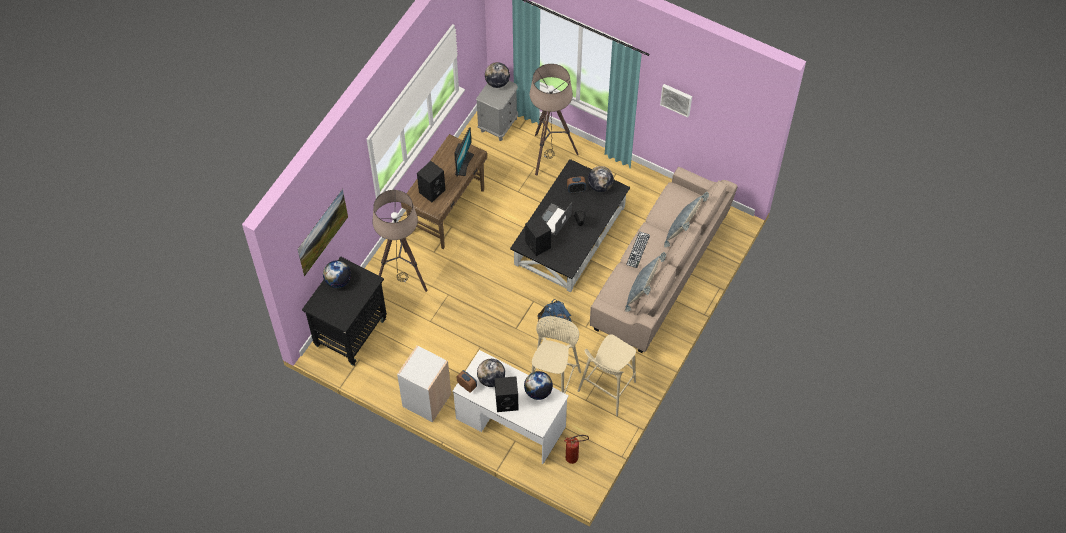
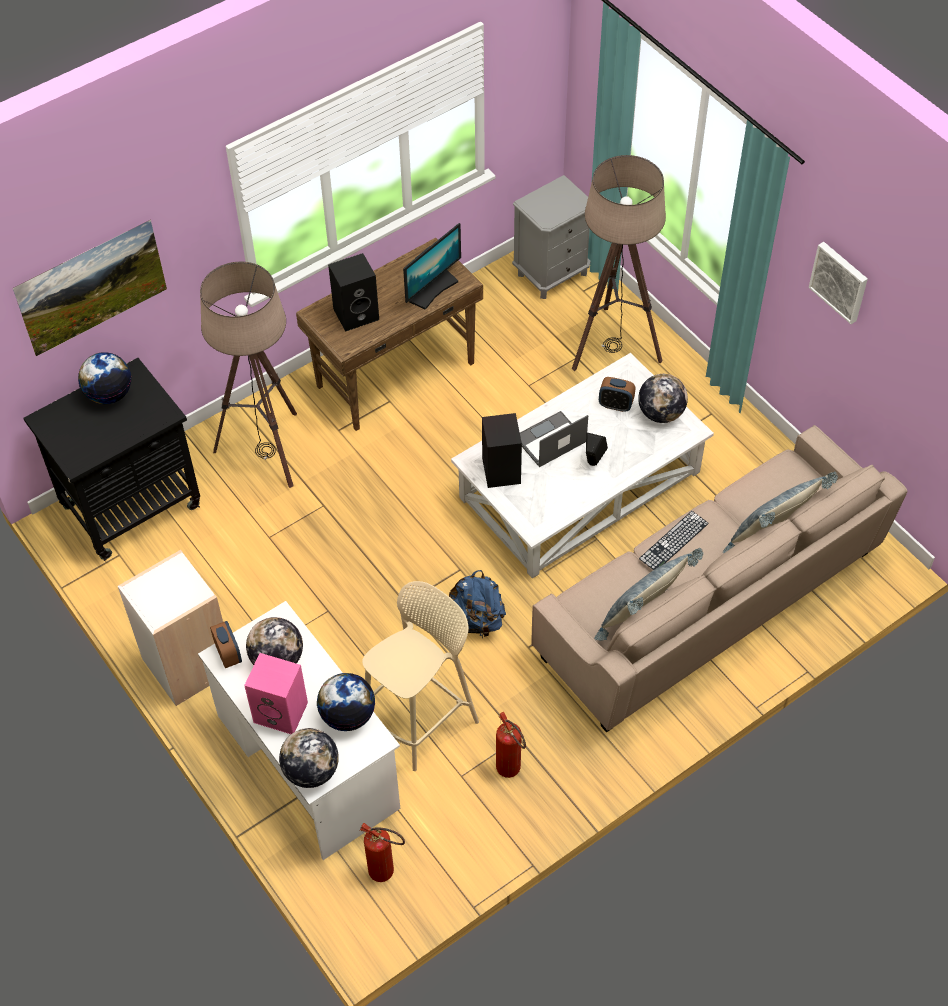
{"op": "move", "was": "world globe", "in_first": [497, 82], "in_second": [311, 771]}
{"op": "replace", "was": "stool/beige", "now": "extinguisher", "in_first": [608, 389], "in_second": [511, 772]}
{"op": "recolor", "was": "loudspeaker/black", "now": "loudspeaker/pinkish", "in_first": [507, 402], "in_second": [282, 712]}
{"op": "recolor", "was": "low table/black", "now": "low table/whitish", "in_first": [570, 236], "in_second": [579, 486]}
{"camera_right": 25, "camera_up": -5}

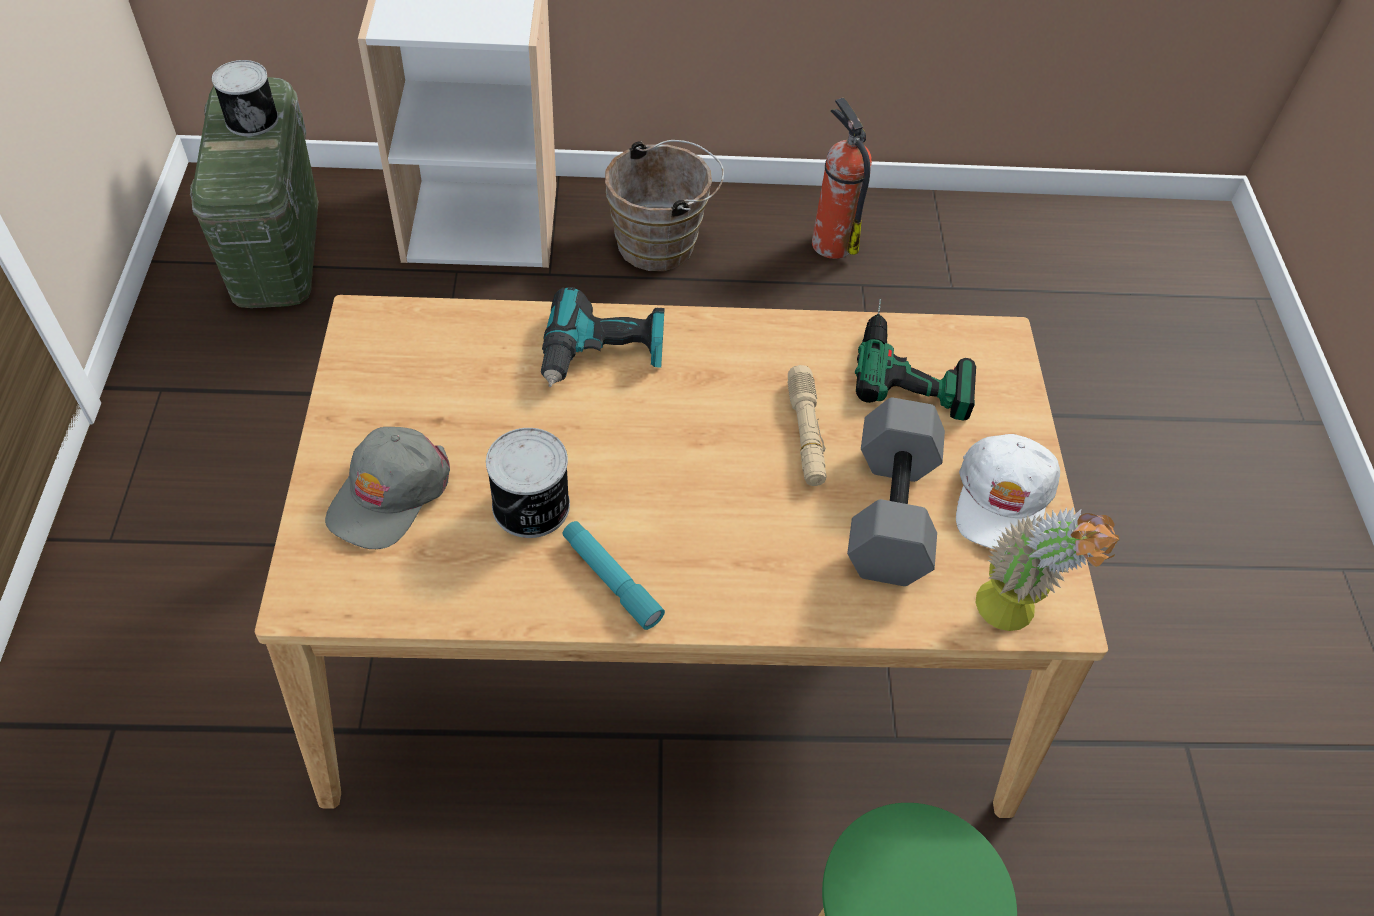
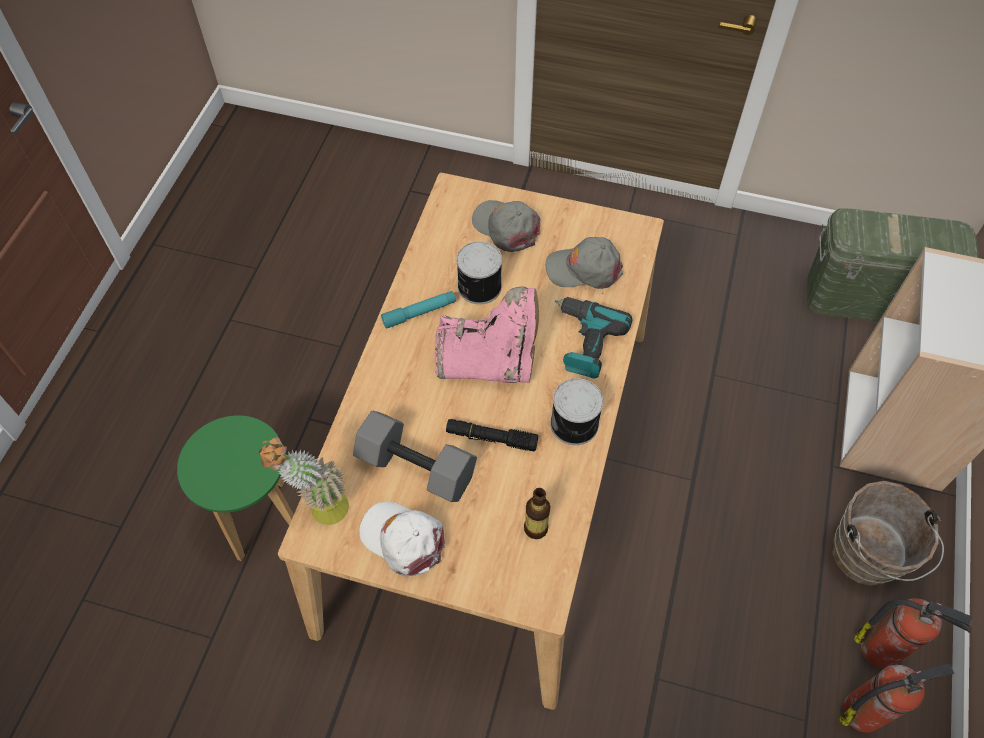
{"op": "insert", "now": "boot/pinkish", "in_second": [490, 364]}
{"op": "insert", "now": "peaked cap/gray", "in_second": [584, 269]}
{"op": "insert", "now": "extinguisher", "in_second": [882, 650]}
{"op": "move", "was": "sealed can", "in_first": [252, 119], "in_second": [575, 424]}
{"op": "replace", "was": "electric drill", "now": "drink bottle", "in_first": [913, 362], "in_second": [535, 528]}
{"op": "recolor", "was": "flashlight/beige", "now": "flashlight/black", "in_first": [805, 433], "in_second": [491, 438]}
{"camera_right": 110, "camera_up": 5}

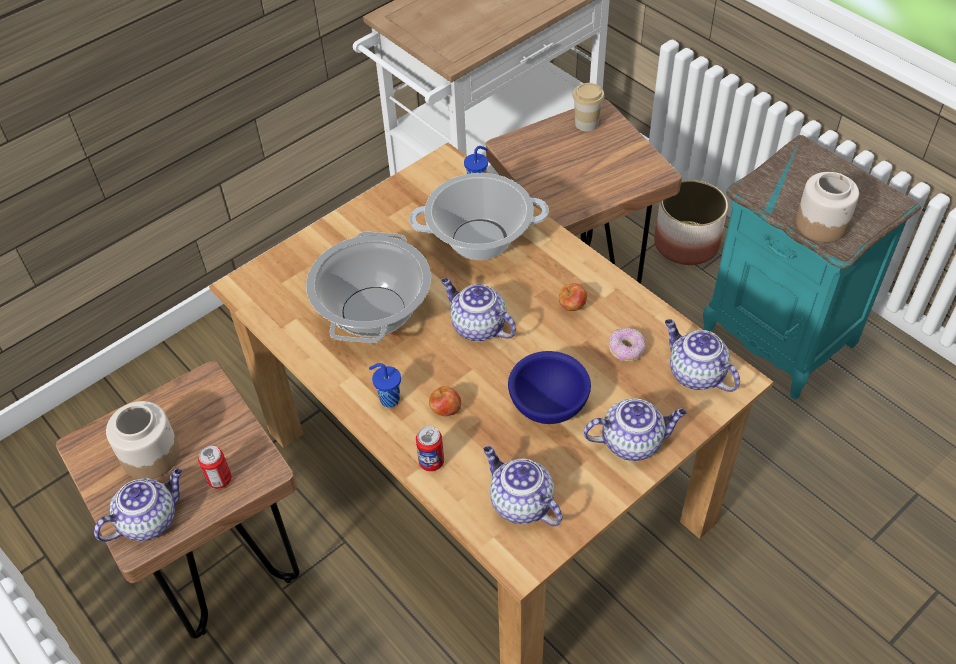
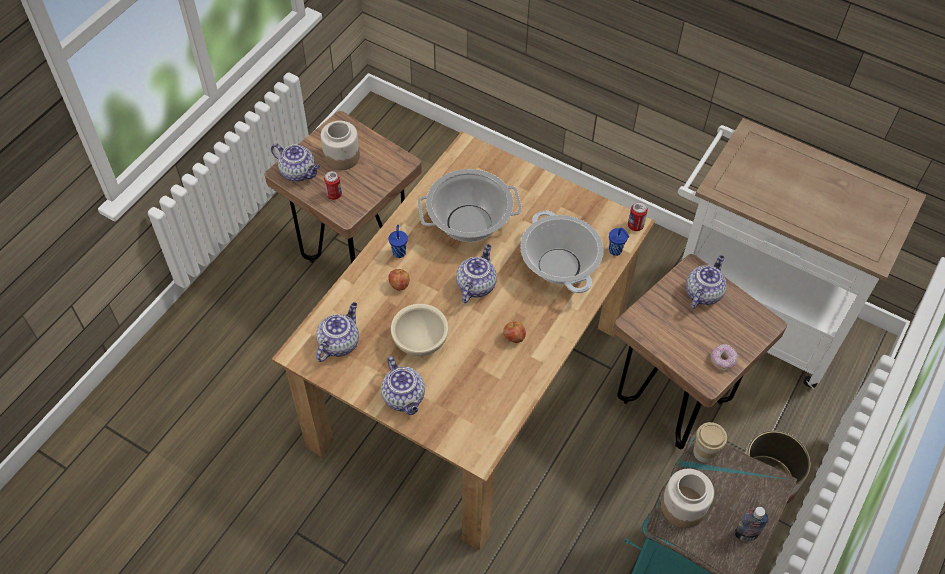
{"op": "insert", "now": "drink bottle", "in_second": [746, 534]}
{"op": "move", "was": "sealed can", "in_first": [431, 462], "in_second": [635, 226]}
{"op": "move", "was": "drinking cup", "in_first": [586, 123], "in_second": [704, 452]}
{"op": "move", "was": "ring doughnut", "in_first": [626, 350], "in_second": [722, 360]}
{"op": "move", "was": "teapot", "in_first": [695, 373], "in_second": [703, 293]}
{"op": "recolor", "was": "deep dish/blue", "now": "deep dish/beige", "in_first": [549, 407], "in_second": [419, 342]}
{"camera_right": 70, "camera_up": 5}

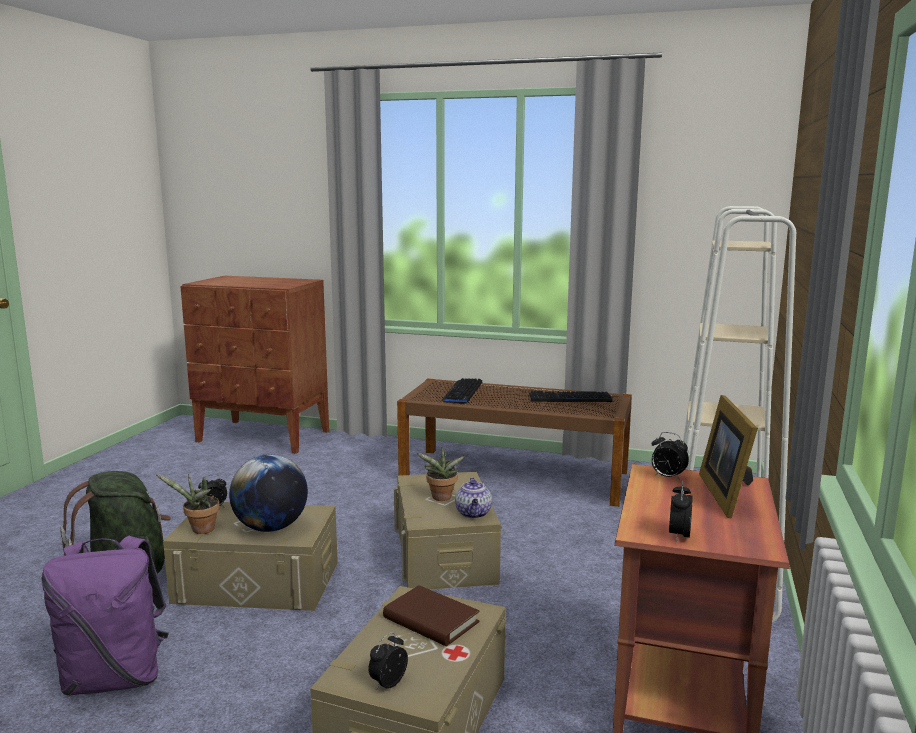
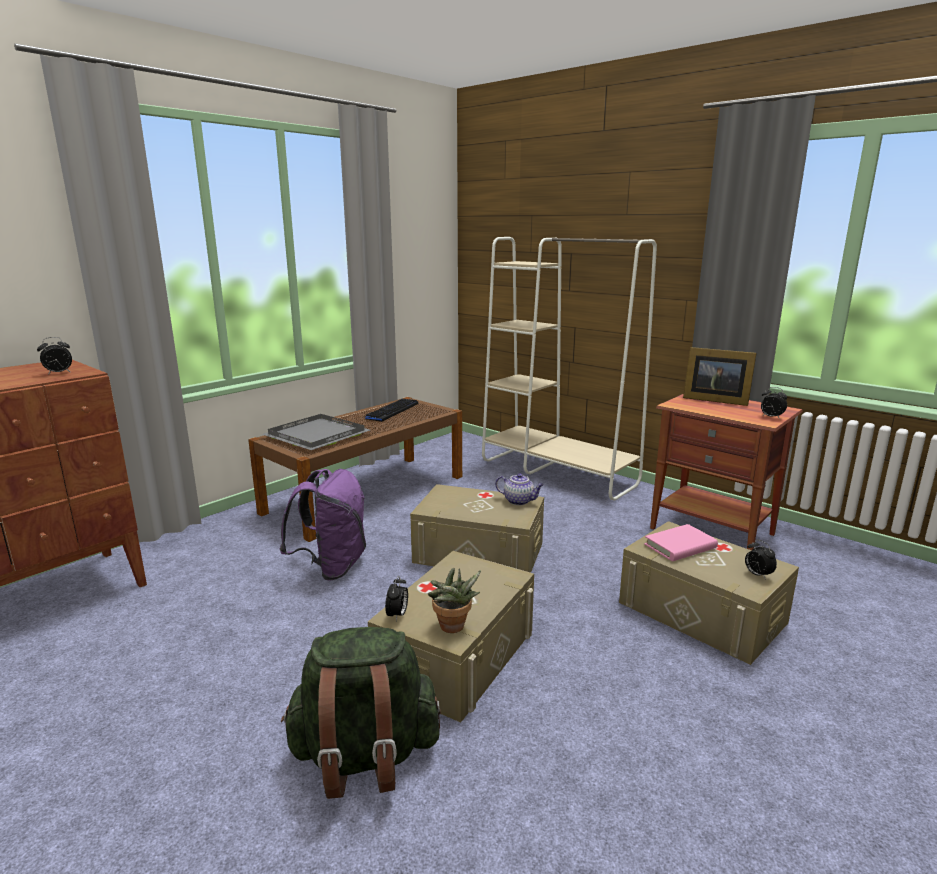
{"op": "delete", "was": "world globe", "in_first": [271, 528]}
{"op": "delete", "was": "potted plant", "in_first": [441, 498]}
{"op": "move", "was": "knapsack/purple-coloured", "in_first": [115, 678], "in_second": [332, 567]}
{"op": "move", "was": "bedside clock", "in_first": [667, 477], "in_second": [59, 373]}
{"op": "replace", "was": "PC keyboard", "now": "carrying tray/gray", "in_first": [462, 392], "in_second": [319, 435]}
{"op": "recolor", "was": "book/brown", "now": "book/pinkish", "in_first": [431, 620], "in_second": [680, 546]}
{"camera_right": -65, "camera_up": 5}

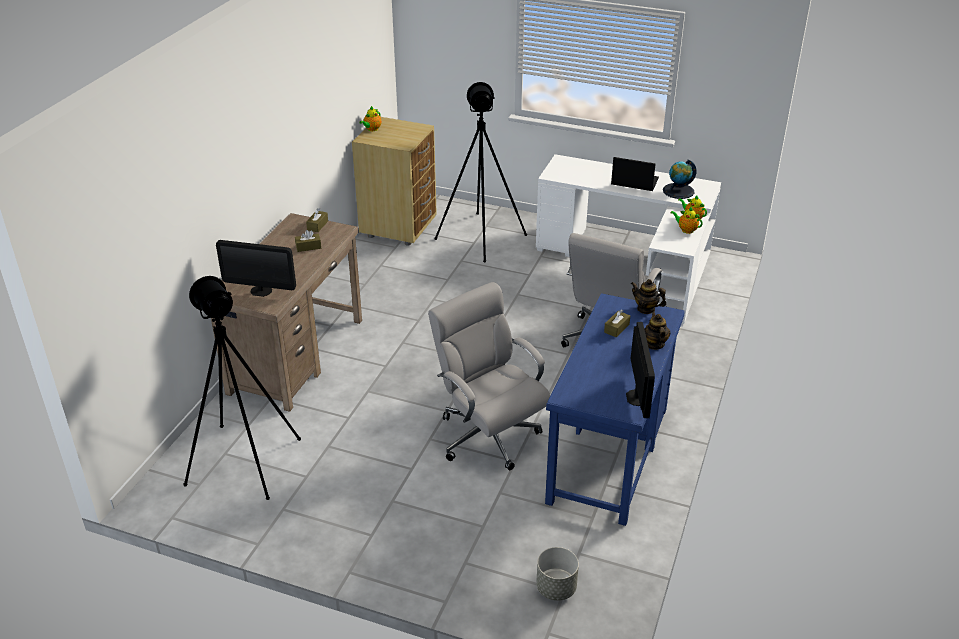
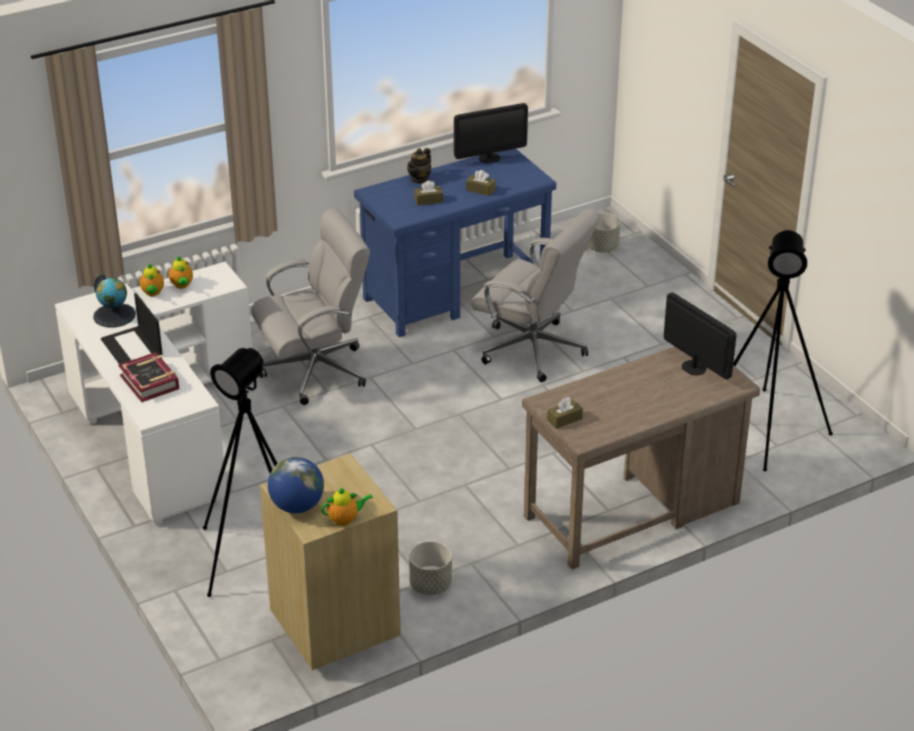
{"op": "delete", "was": "teapot", "in_first": [646, 309]}
{"op": "insert", "now": "book", "in_second": [150, 382]}
{"op": "insert", "now": "world globe", "in_second": [297, 506]}
{"op": "insert", "now": "planter/gray", "in_second": [431, 585]}
{"op": "move", "was": "tissue holder/brown", "in_first": [308, 247], "in_second": [480, 190]}
{"op": "rotate", "was": "office chair/gray", "in_first": [488, 436], "in_second": [532, 349], "clockwise": -60}
{"op": "rotate", "was": "computer display", "in_first": [636, 397], "in_second": [489, 158], "clockwise": -150}
{"camera_right": -140, "camera_up": 0}

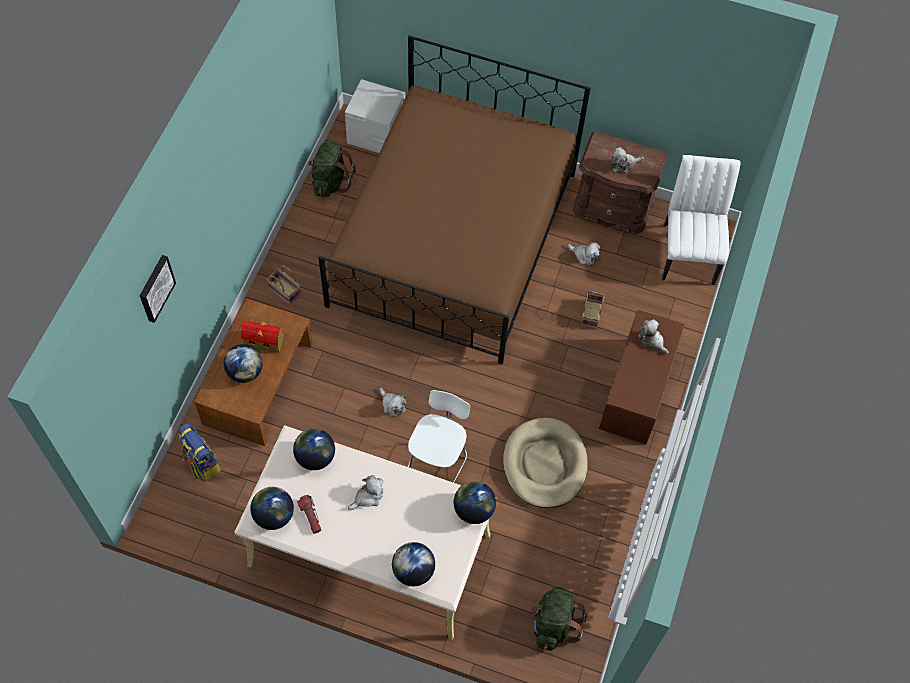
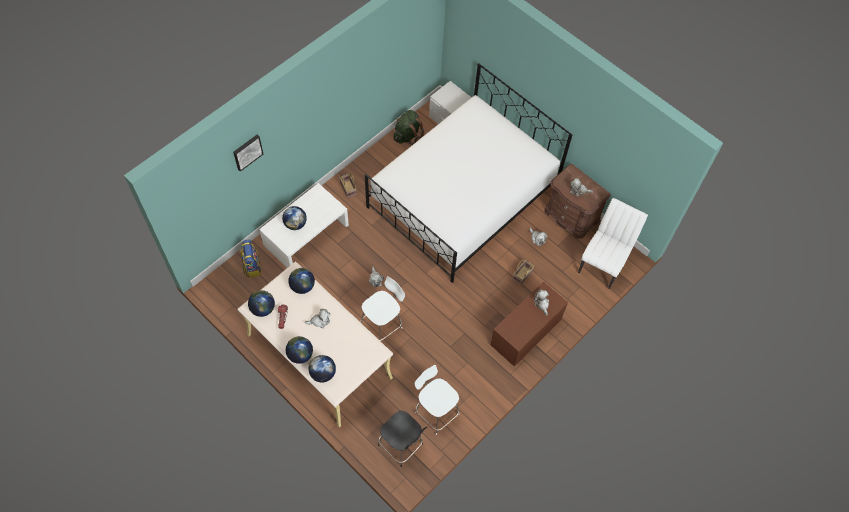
{"op": "delete", "was": "model house", "in_first": [265, 342]}
{"op": "delete", "was": "dog bed/beige", "in_first": [544, 464]}
{"op": "insert", "now": "plain chair/whitish", "in_second": [436, 412]}
{"op": "move", "was": "world globe", "in_first": [473, 509], "in_second": [300, 354]}
{"op": "replace", "was": "knapsack/greenish", "now": "plain chair/black", "in_first": [553, 624], "in_second": [401, 445]}
{"op": "recolor", "was": "low table/brown", "now": "low table/whitish", "in_first": [257, 383], "in_second": [306, 235]}
{"op": "recolor", "was": "bed/brown", "now": "bed/whitish", "in_first": [454, 238], "in_second": [463, 197]}
{"camera_right": 25, "camera_up": 0}

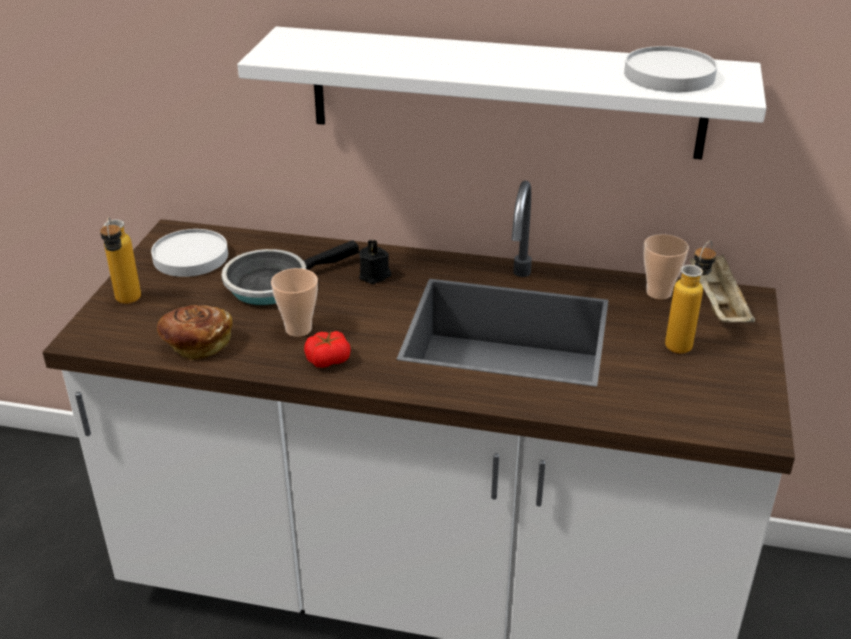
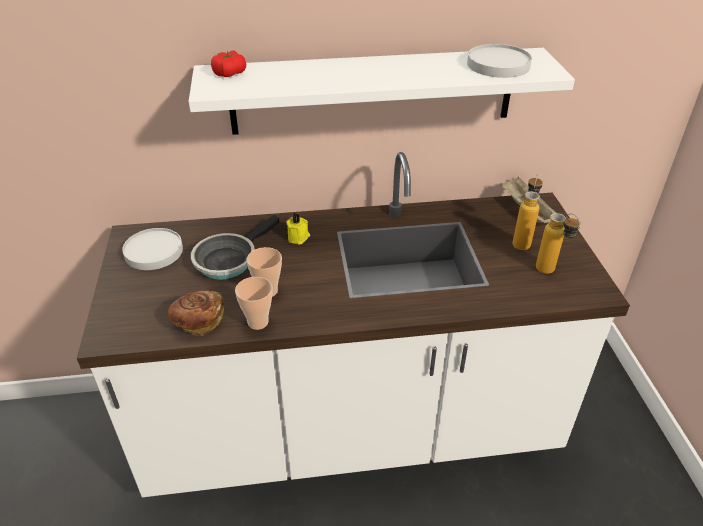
{"op": "move", "was": "drink bottle", "in_first": [127, 303], "in_second": [550, 273]}
{"op": "move", "was": "tomato", "in_first": [327, 359], "in_second": [229, 73]}
{"op": "move", "was": "drinking cup", "in_first": [658, 293], "in_second": [258, 322]}
{"op": "recolor", "was": "wax candle/black", "now": "wax candle/yellow-coloured", "in_first": [375, 276], "in_second": [299, 237]}
{"camera_right": -20, "camera_up": 5}

